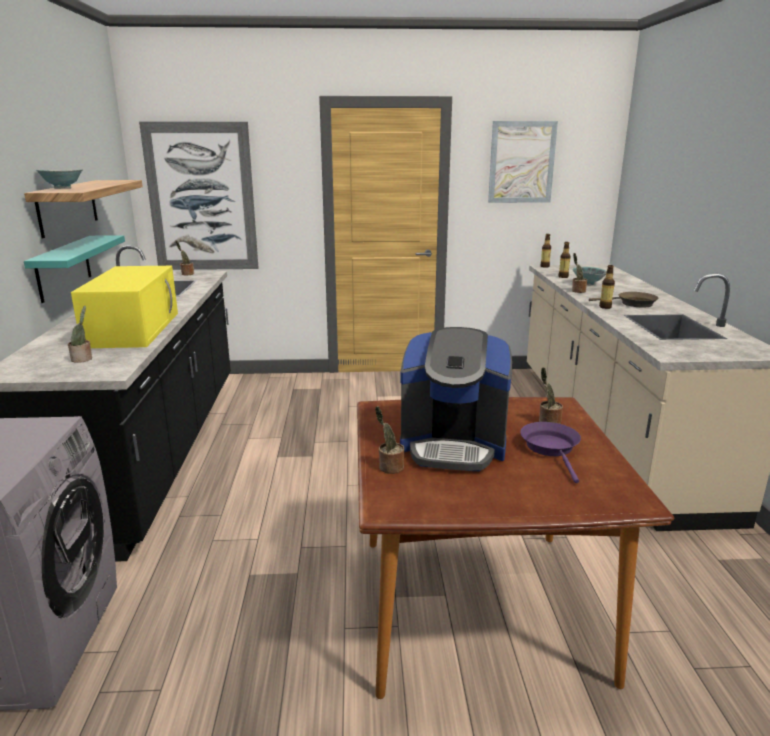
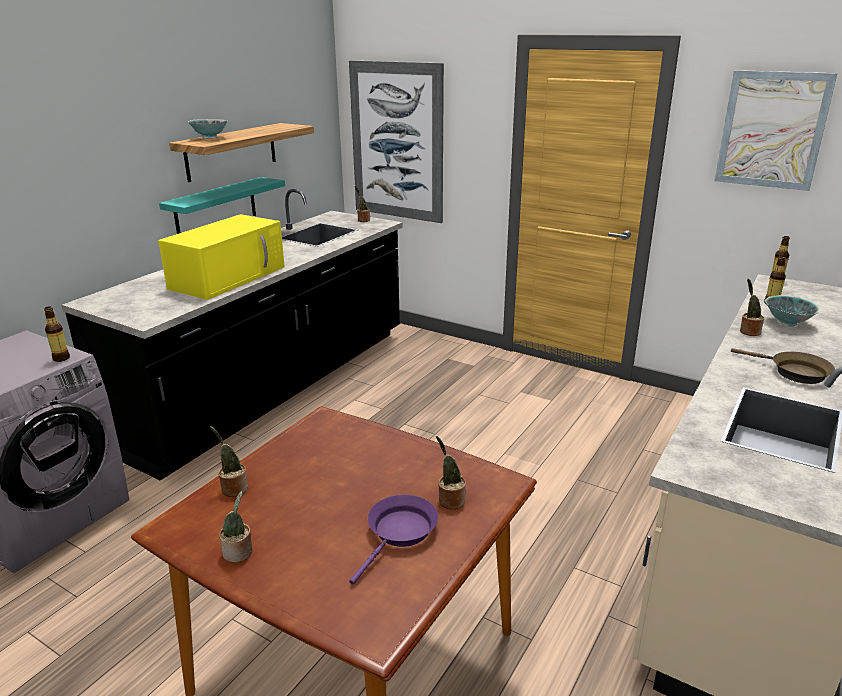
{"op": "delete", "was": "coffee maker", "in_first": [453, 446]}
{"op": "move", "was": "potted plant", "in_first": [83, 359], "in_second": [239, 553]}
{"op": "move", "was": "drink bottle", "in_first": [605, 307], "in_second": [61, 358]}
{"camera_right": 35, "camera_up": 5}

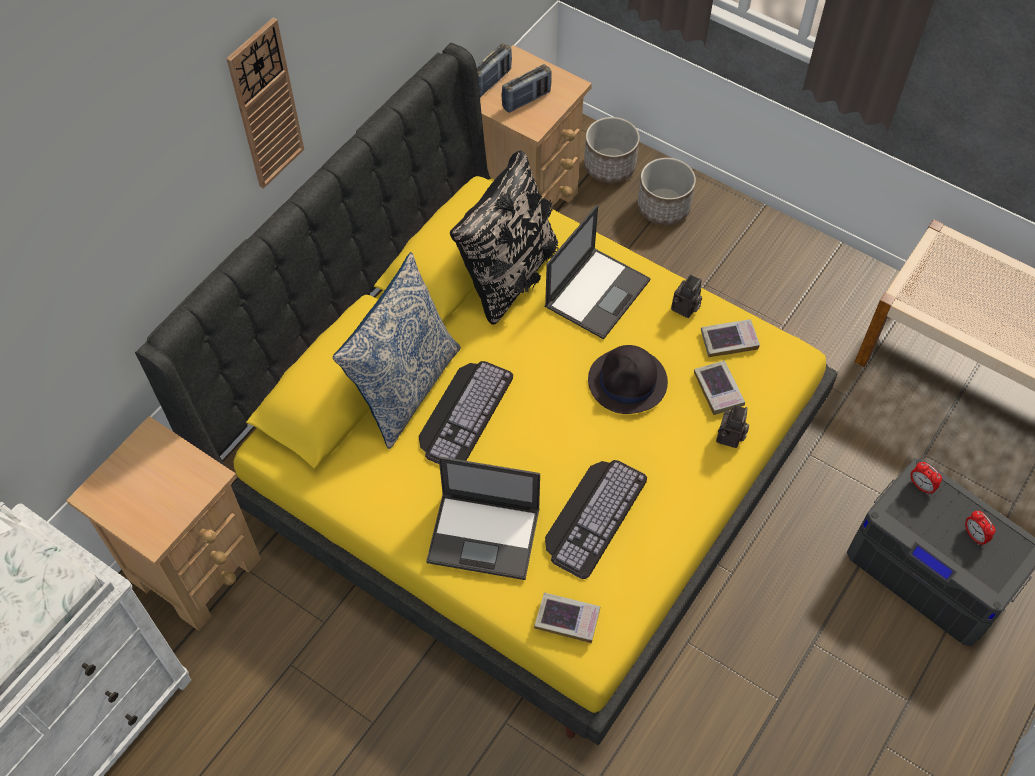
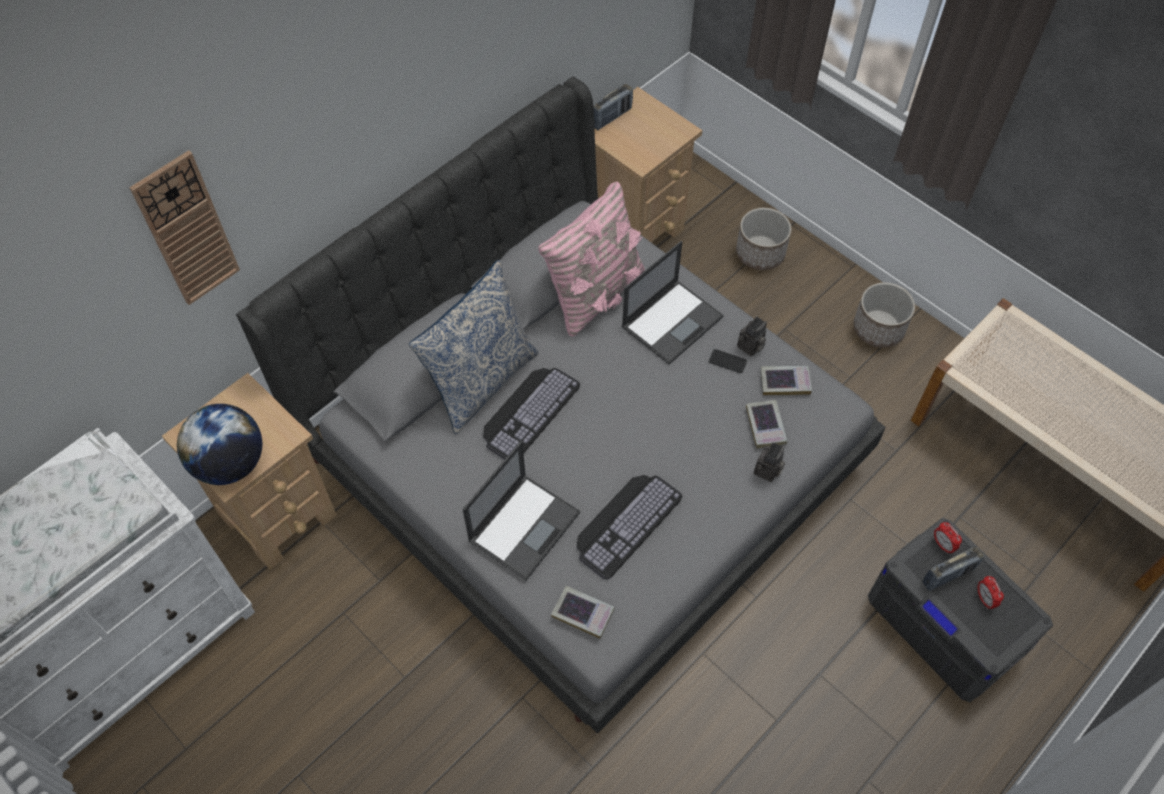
{"op": "delete", "was": "wearable hat/black", "in_first": [628, 382]}
{"op": "insert", "now": "world globe", "in_second": [231, 463]}
{"op": "insert", "now": "telephone", "in_second": [727, 361]}
{"op": "move", "was": "clock on the wall", "in_first": [265, 105], "in_second": [187, 230]}
{"op": "move", "was": "radio", "in_first": [526, 100], "in_second": [948, 575]}
{"op": "move", "was": "planter", "in_first": [610, 166], "in_second": [878, 329]}
{"op": "recolor", "was": "bed/yellow-coloured", "now": "bed/gray", "in_first": [517, 454], "in_second": [582, 457]}
{"op": "recolor", "was": "throw pillow/black", "now": "throw pillow/pinkish", "in_first": [510, 276], "in_second": [596, 295]}
{"op": "rotate", "was": "notebook computer", "in_first": [485, 535], "in_second": [524, 525], "clockwise": -75}
{"camera_right": 10, "camera_up": 0}

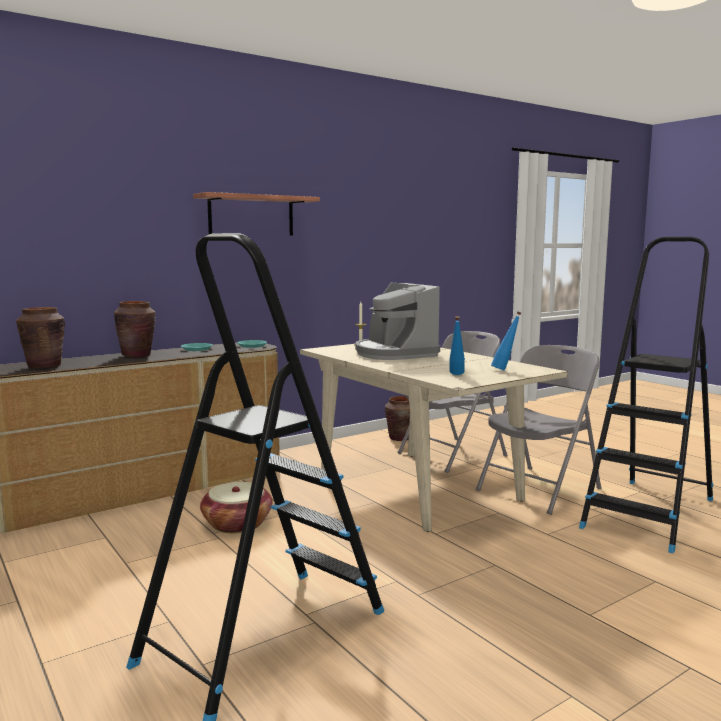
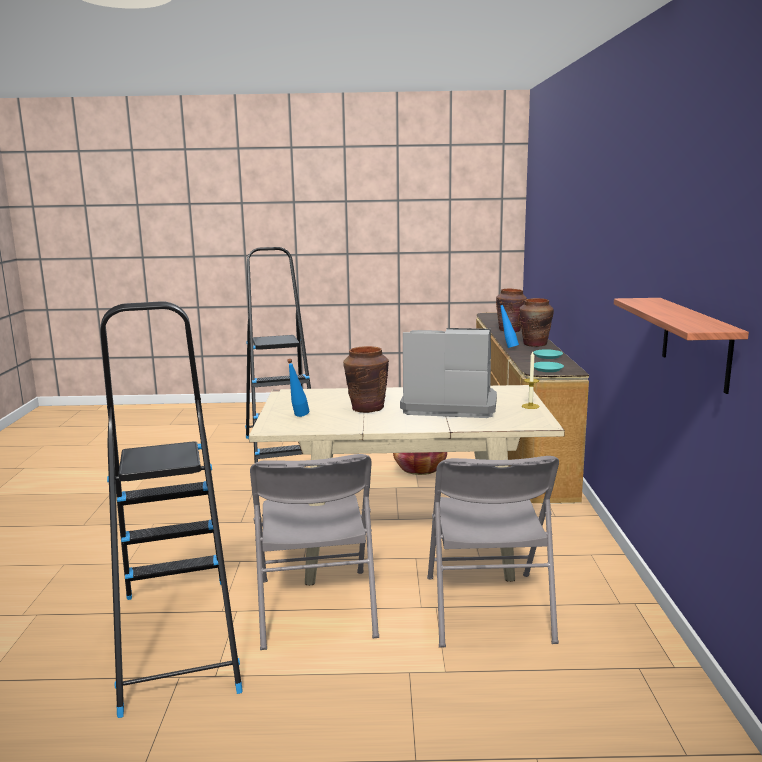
{"op": "move", "was": "shelf", "in_first": [251, 215], "in_second": [696, 343]}
{"op": "move", "was": "flower vase/brown", "in_first": [399, 438], "in_second": [367, 408]}
{"op": "move", "was": "drink bottle/blue", "in_first": [456, 375], "in_second": [507, 347]}
{"camera_right": 125, "camera_up": 5}

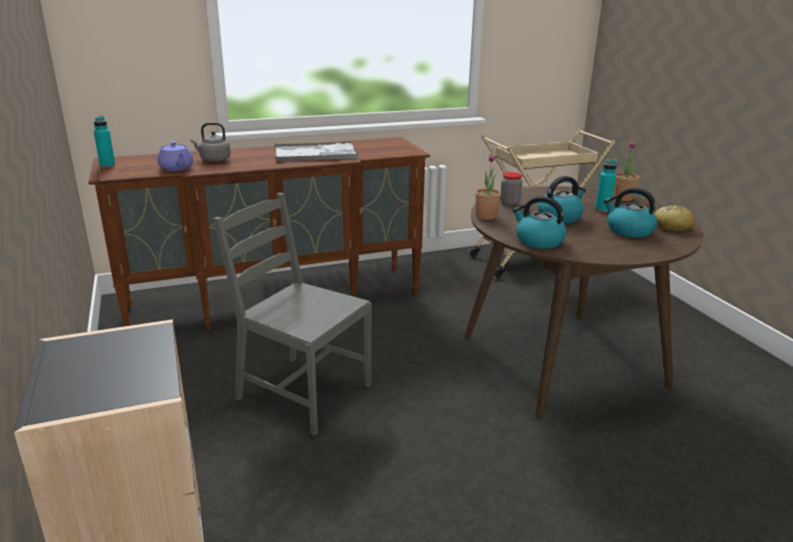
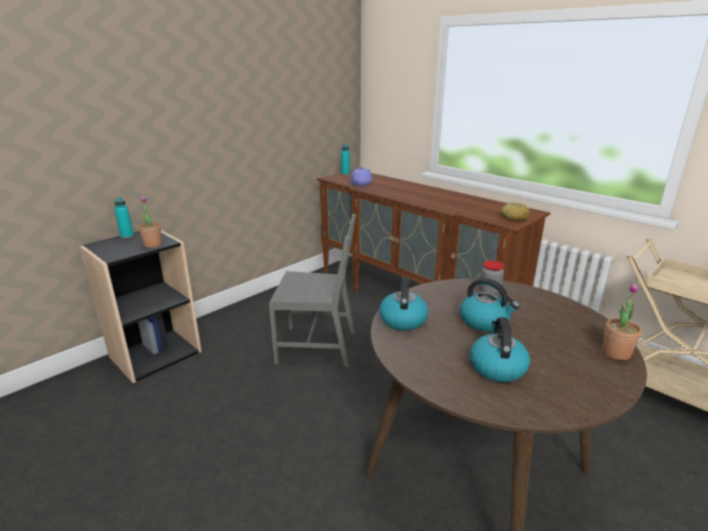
{"op": "delete", "was": "tea kettle/gray", "in_first": [213, 160]}
{"op": "delete", "was": "carrying tray", "in_first": [316, 153]}
{"op": "move", "was": "potted plant", "in_first": [486, 216], "in_second": [153, 244]}
{"op": "move", "was": "drink bottle/blue-green", "in_first": [602, 209], "in_second": [127, 236]}
{"op": "move", "was": "bakery bread", "in_first": [671, 226], "in_second": [514, 218]}
{"op": "rotate", "was": "plain chair/gray", "in_first": [302, 392], "in_second": [317, 346], "clockwise": 90}
{"camera_right": 65, "camera_up": 0}

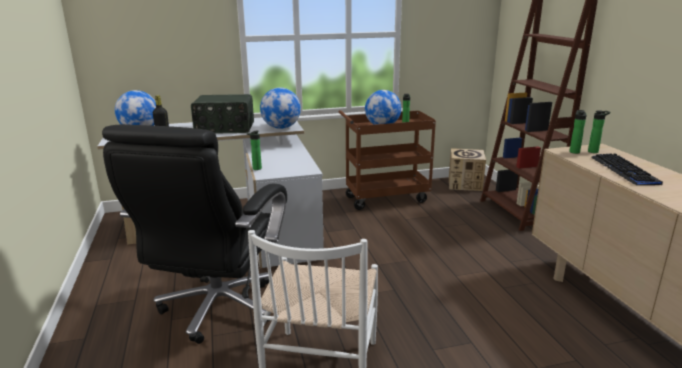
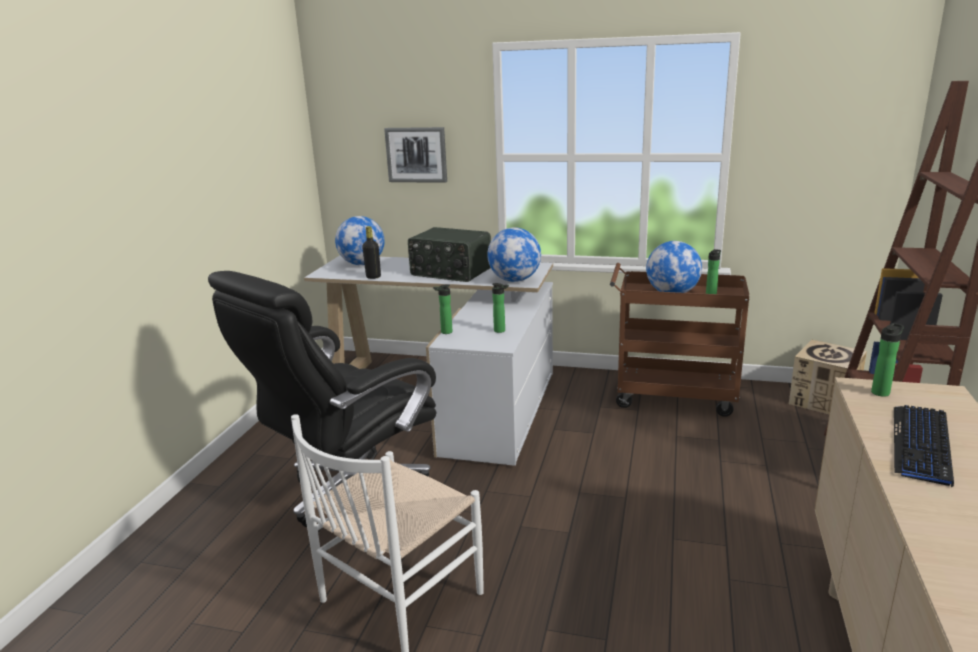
{"op": "insert", "now": "wall picture", "in_second": [416, 154]}
{"op": "move", "was": "drink bottle", "in_first": [594, 151], "in_second": [501, 331]}
{"camera_right": 30, "camera_up": 0}

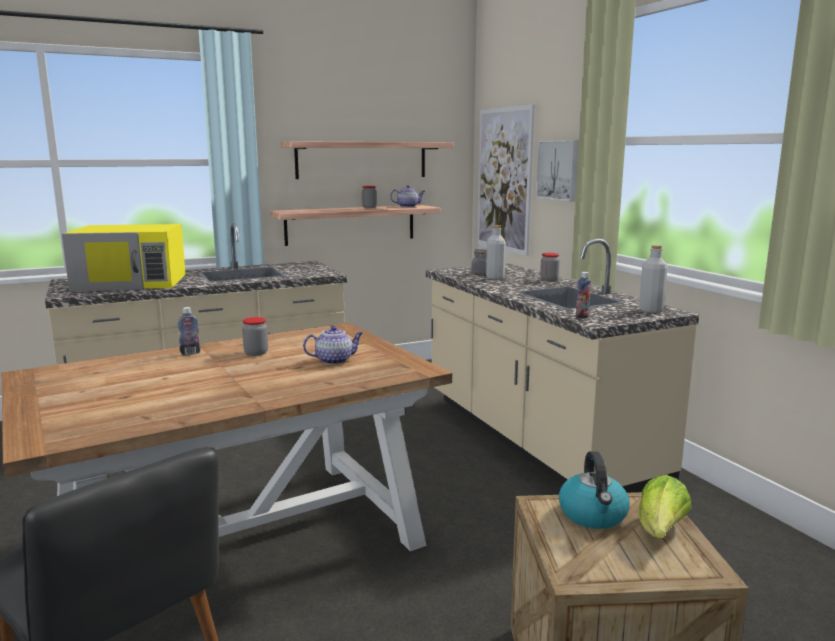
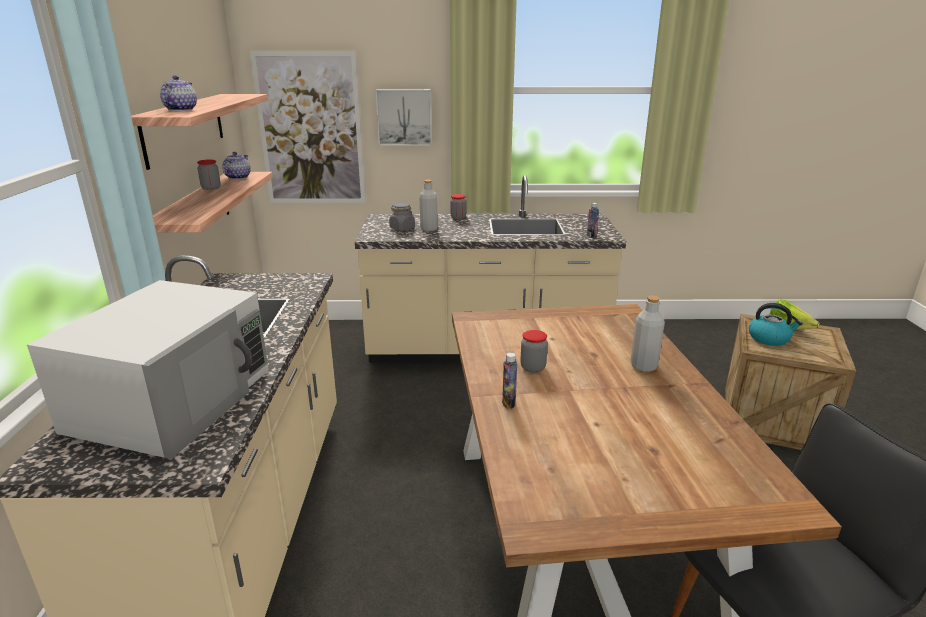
{"op": "move", "was": "teapot", "in_first": [335, 360], "in_second": [181, 110]}
{"op": "move", "was": "drink bottle/gray", "in_first": [650, 310], "in_second": [643, 366]}
{"op": "recolor", "was": "microwave/yellow-coloured", "now": "microwave/whitish", "in_first": [132, 282], "in_second": [174, 399]}
{"camera_right": -65, "camera_up": 10}

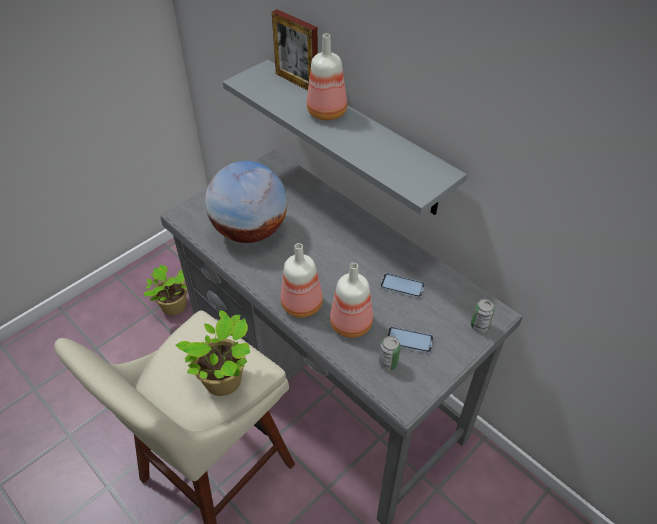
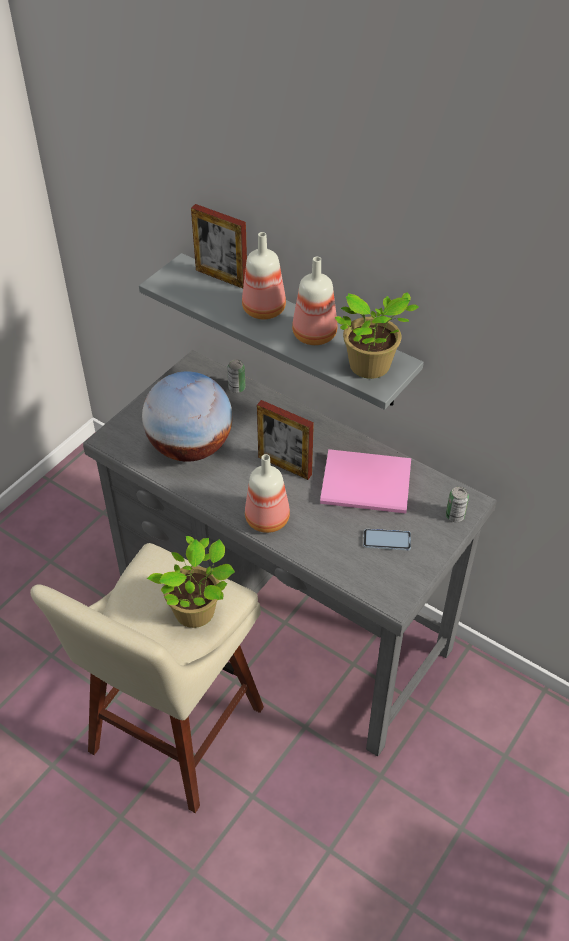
{"op": "insert", "now": "standing frame", "in_second": [284, 466]}
{"op": "move", "was": "potted plant", "in_first": [173, 308], "in_second": [370, 368]}
{"op": "move", "was": "drink bottle", "in_first": [351, 325], "in_second": [315, 336]}
{"op": "move", "was": "sealed can", "in_first": [388, 363], "in_second": [237, 388]}
{"op": "replace", "was": "telephone", "now": "book/pinkish", "in_first": [402, 286], "in_second": [368, 486]}
{"camera_right": -10, "camera_up": 0}

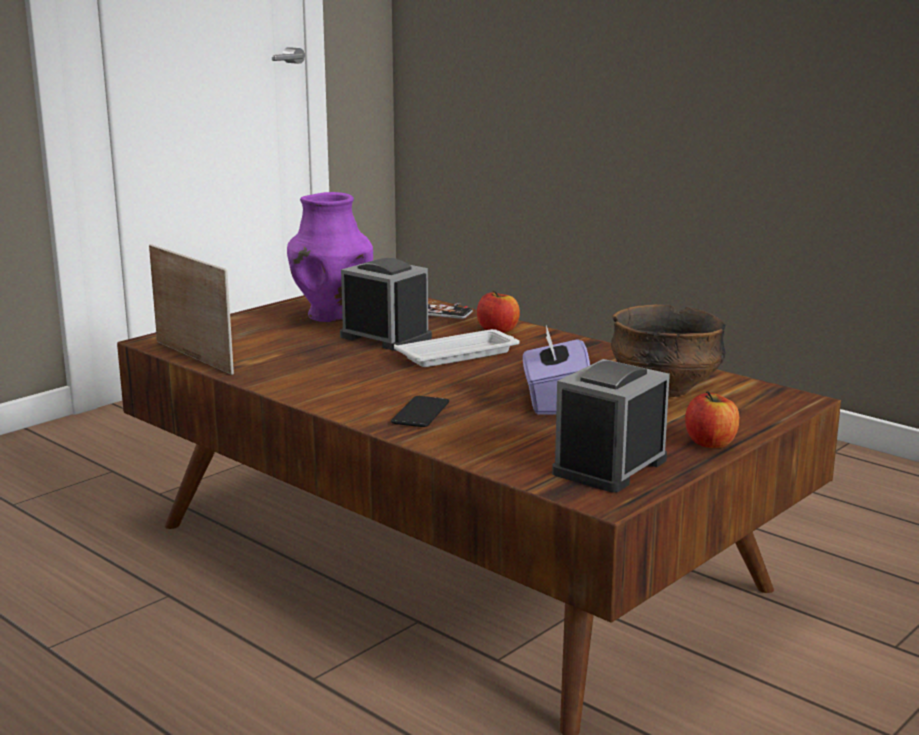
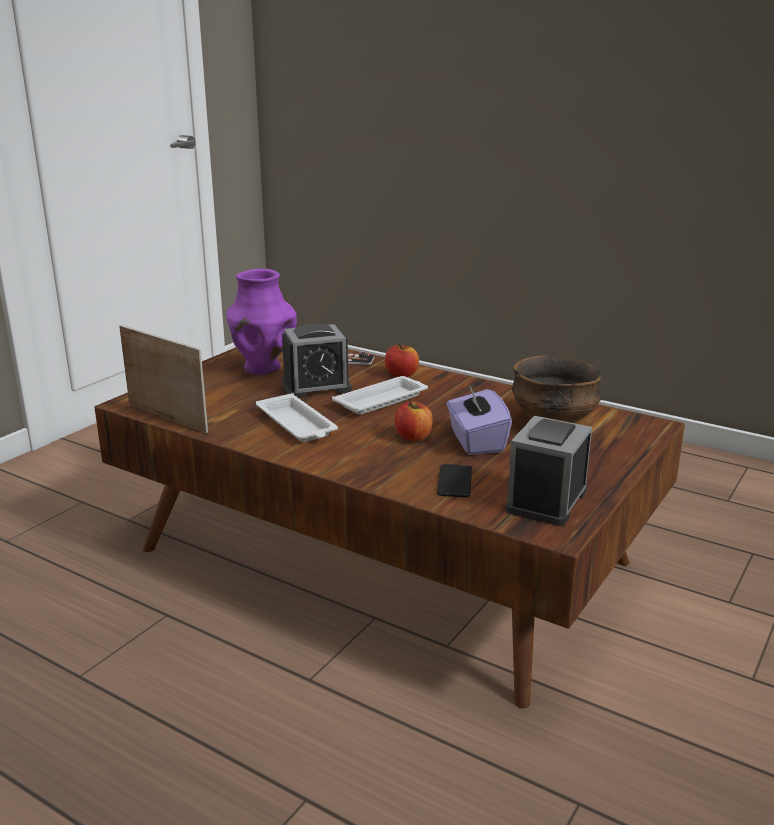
{"op": "insert", "now": "carrying tray/whitish", "in_second": [297, 425]}
{"op": "move", "was": "telephone", "in_first": [420, 413], "in_second": [454, 482]}
{"op": "move", "was": "apple", "in_first": [710, 443], "in_second": [413, 437]}
{"op": "rotate", "was": "bedside clock", "in_first": [385, 337], "in_second": [316, 387], "clockwise": 135}
{"camera_right": -10, "camera_up": 5}

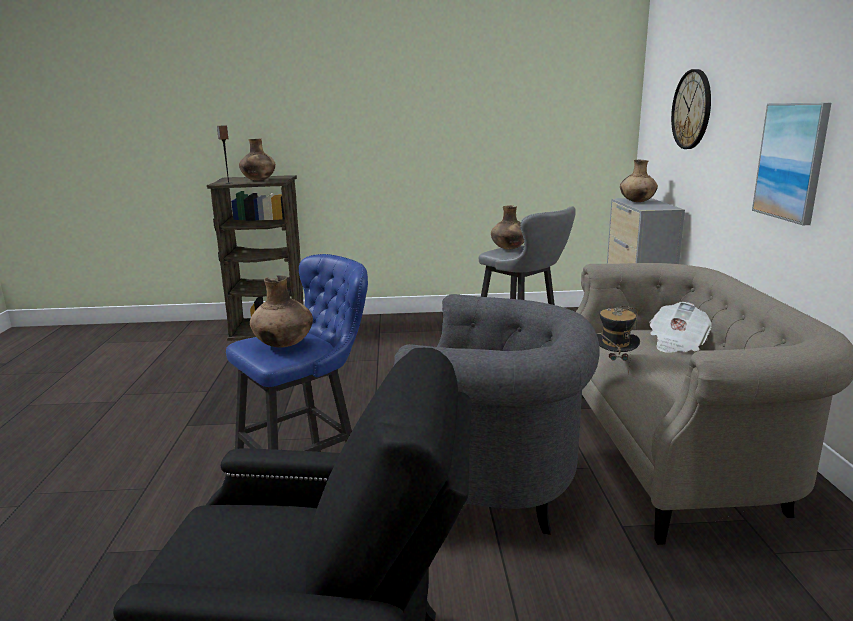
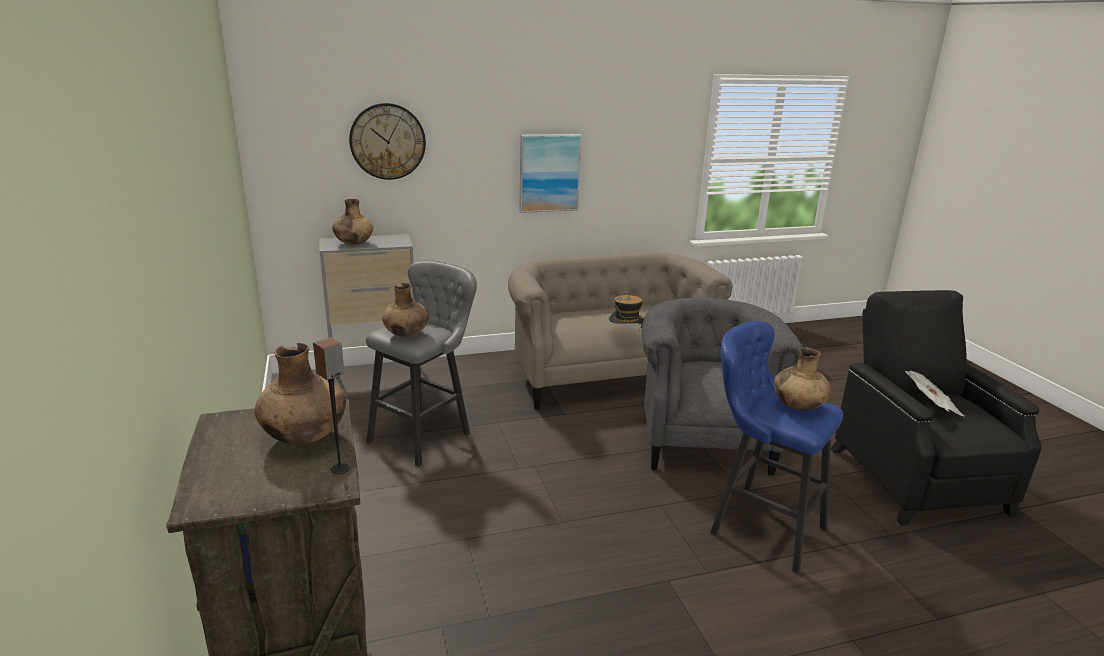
{"op": "move", "was": "printed paper", "in_first": [677, 343], "in_second": [931, 407]}
{"camera_right": -105, "camera_up": 5}

